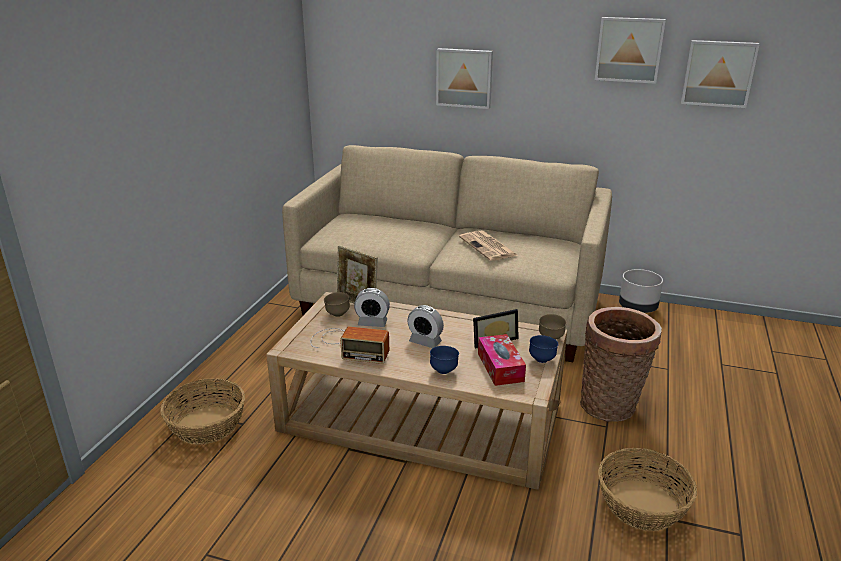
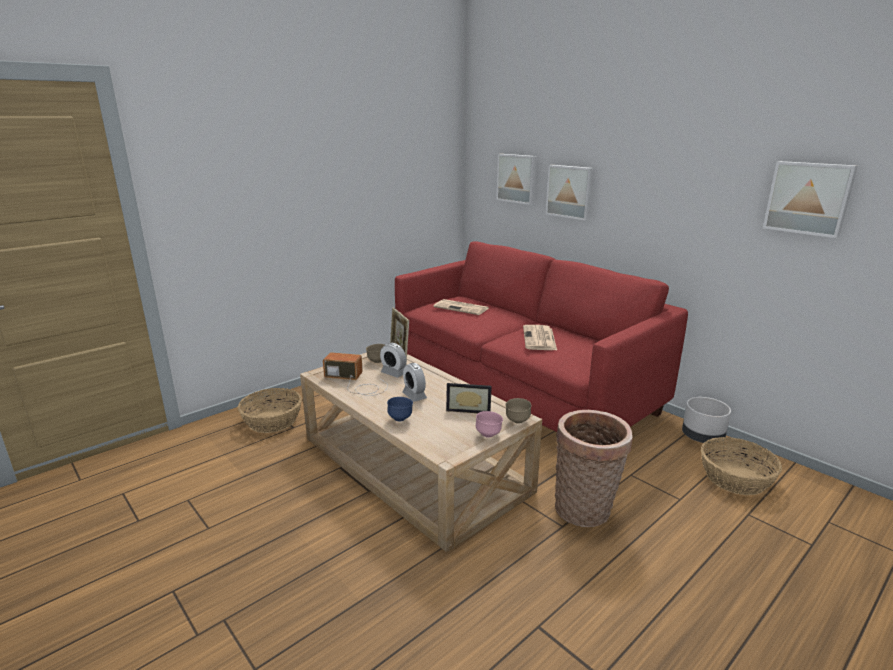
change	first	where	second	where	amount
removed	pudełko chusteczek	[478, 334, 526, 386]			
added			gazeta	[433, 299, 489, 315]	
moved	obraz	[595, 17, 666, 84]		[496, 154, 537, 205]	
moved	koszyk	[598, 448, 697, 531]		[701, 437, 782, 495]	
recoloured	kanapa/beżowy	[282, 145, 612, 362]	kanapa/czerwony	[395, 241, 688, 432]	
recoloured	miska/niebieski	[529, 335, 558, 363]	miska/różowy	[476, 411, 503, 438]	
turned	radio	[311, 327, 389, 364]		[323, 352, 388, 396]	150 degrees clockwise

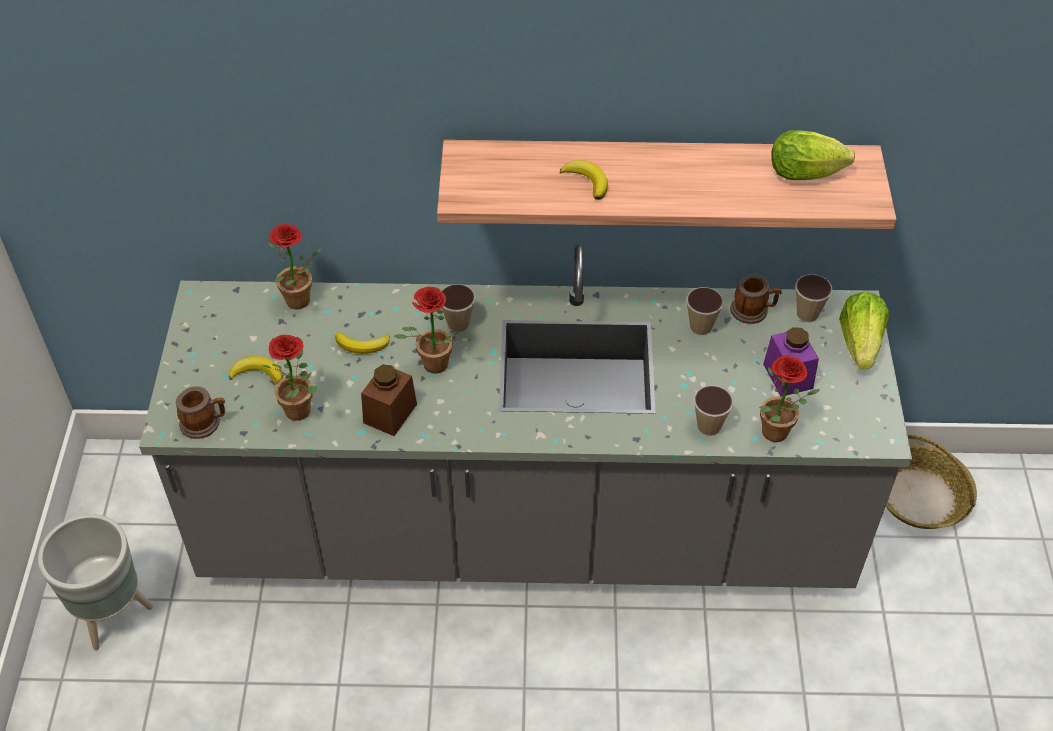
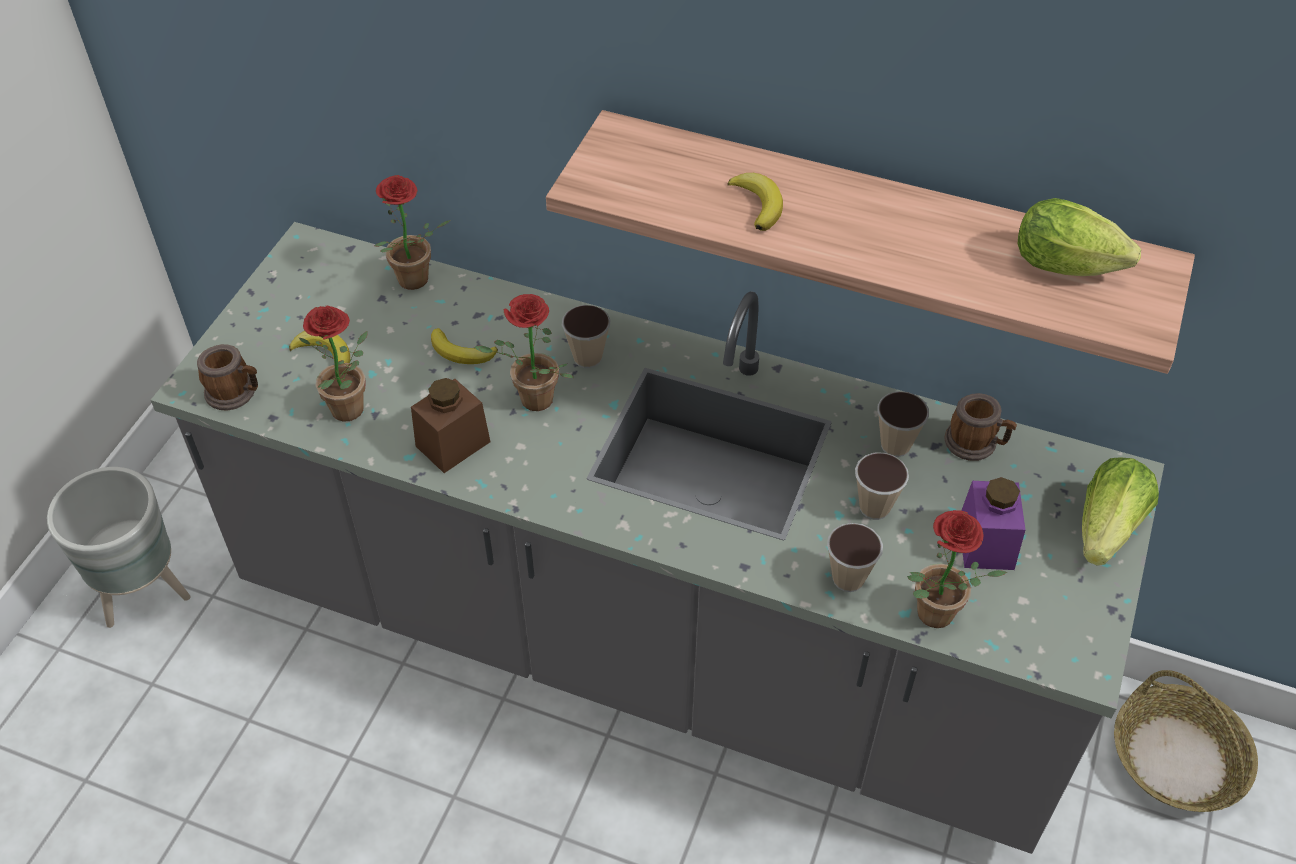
change	first	where	second	where	amount
moved	filiżanka	[795, 274, 832, 322]		[855, 453, 909, 520]	

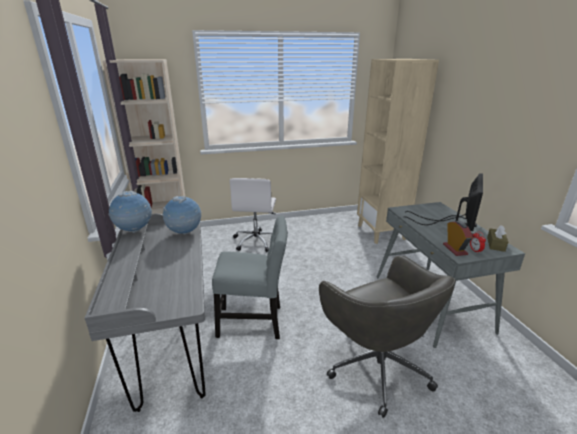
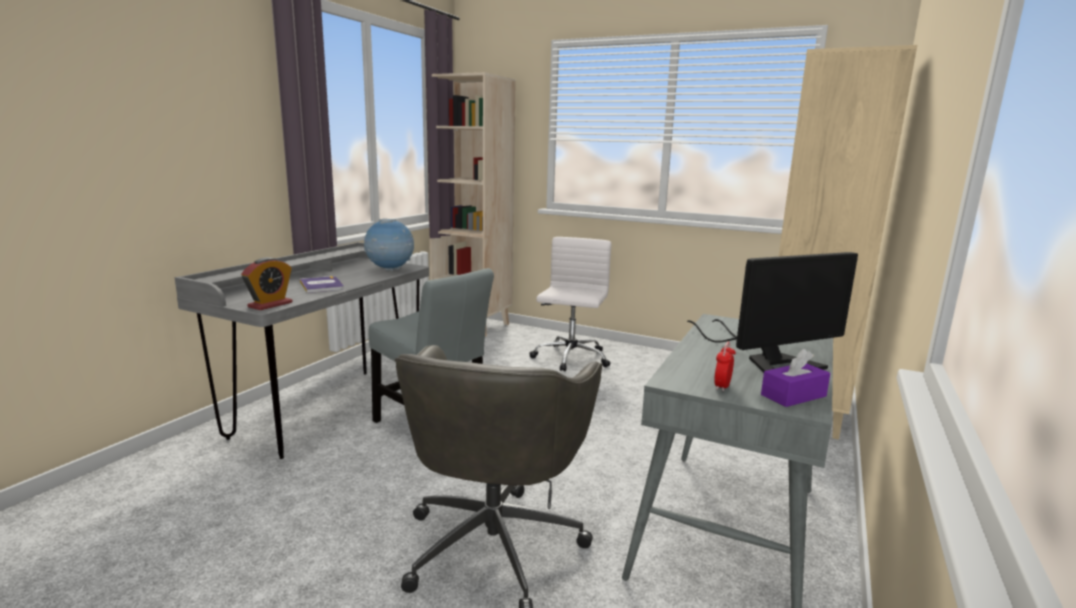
change	first	where	second	where	amount
removed	globus	[108, 191, 152, 233]			
added			książka	[300, 276, 344, 293]	
moved	budzik	[443, 221, 473, 256]		[241, 257, 293, 310]	
recoloured	pudełko chusteczek/brązowy	[487, 225, 508, 252]	pudełko chusteczek/fioletowy	[761, 349, 830, 407]	
turned	krzesło biurowe/biały	[230, 178, 276, 252]		[529, 237, 612, 371]	150 degrees clockwise

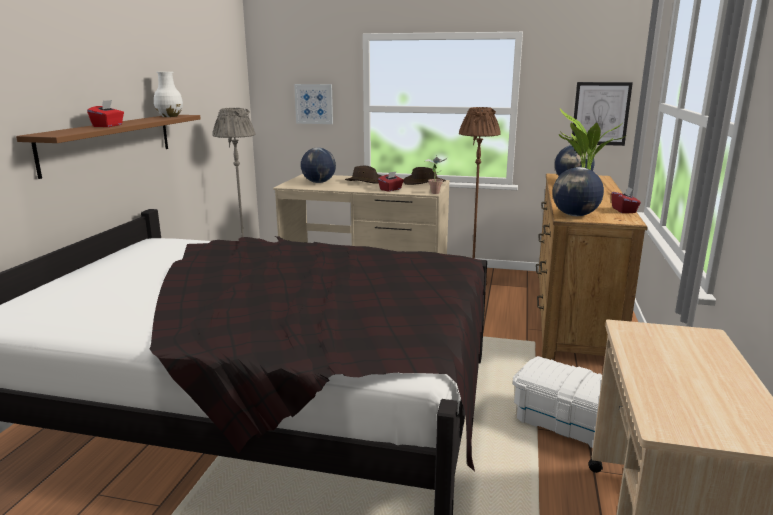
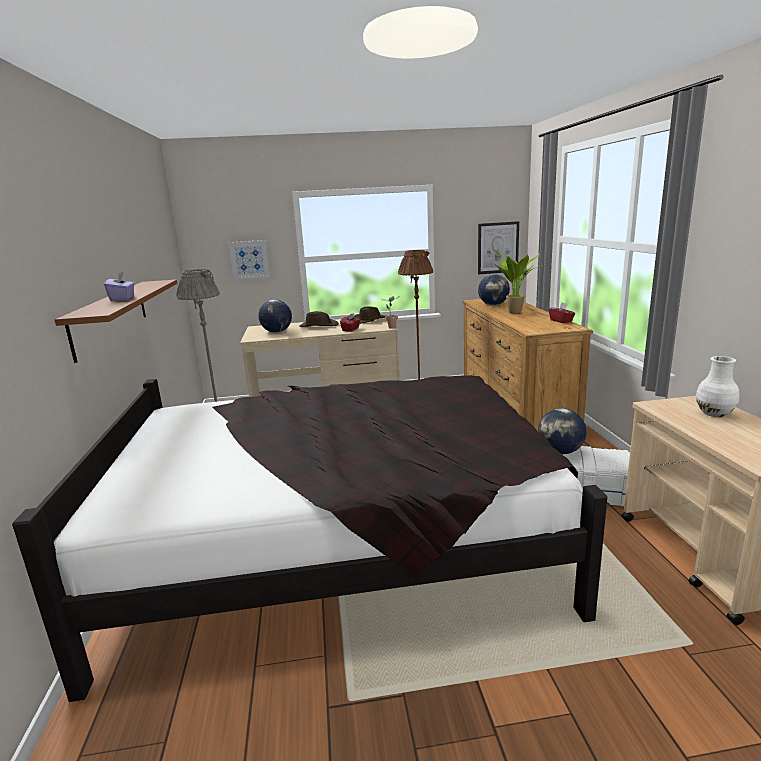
change	first	where	second	where	amount
moved	wazon/biały	[154, 72, 183, 117]		[696, 356, 739, 417]	
moved	globus	[553, 167, 604, 216]		[538, 408, 586, 454]	
recoloured	pudełko chusteczek/czerwony	[87, 100, 124, 127]	pudełko chusteczek/fioletowy	[104, 272, 135, 301]	

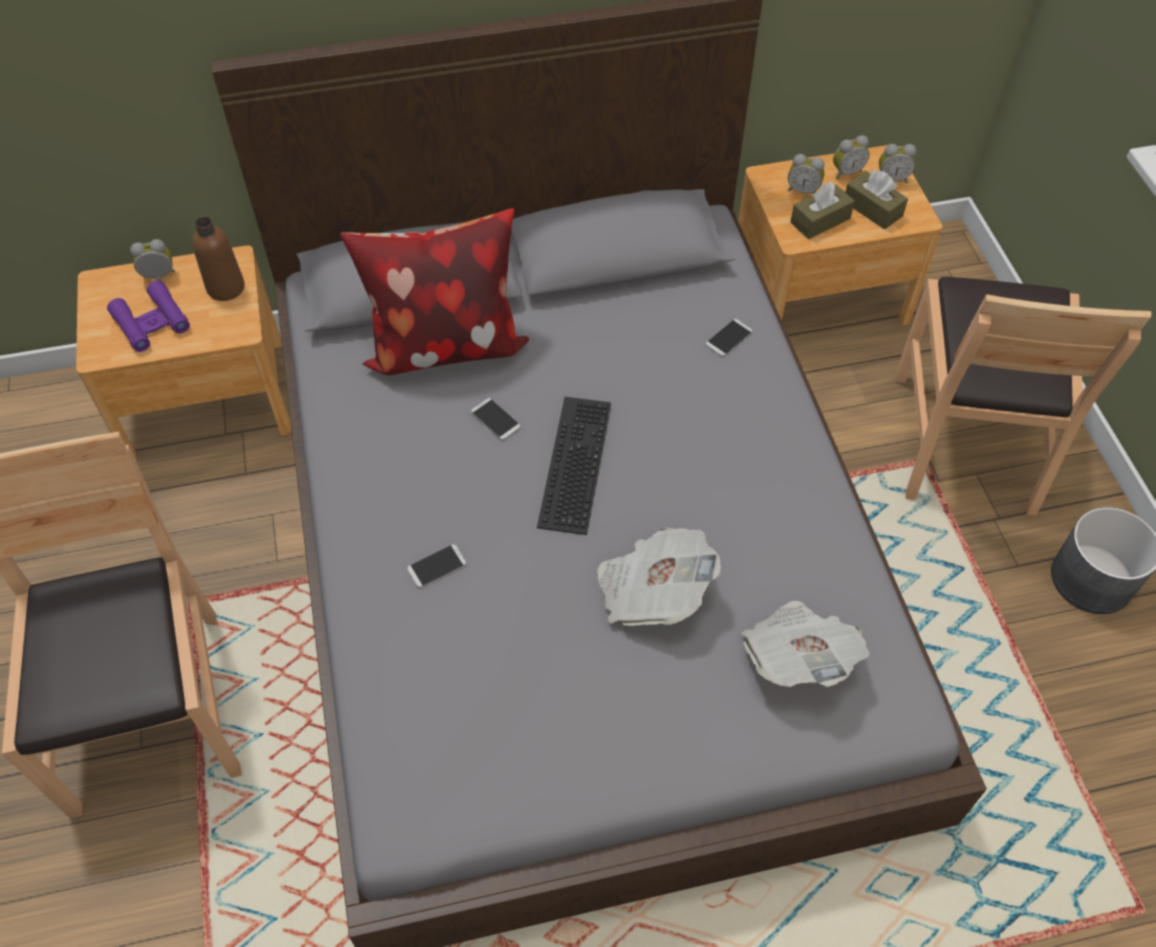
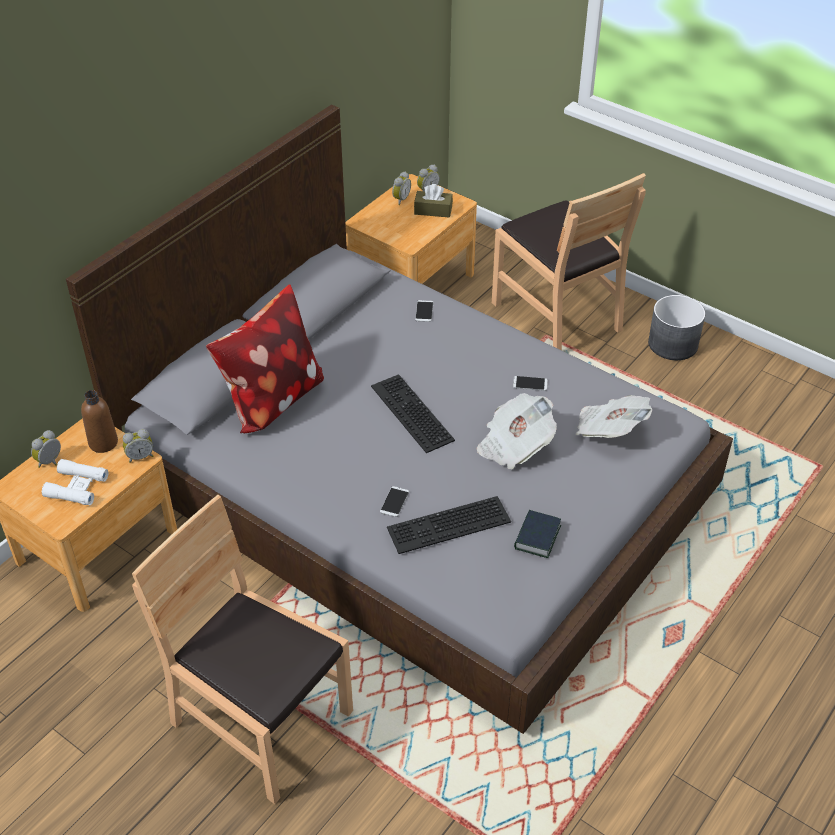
change	first	where	second	where	amount
removed	pudełko chusteczek/brązowy	[790, 182, 855, 239]			
added			klawiatura	[387, 496, 511, 554]	
added			książka	[514, 510, 561, 558]	
moved	telefon	[471, 398, 521, 440]		[513, 376, 548, 391]	
moved	budzik	[788, 154, 825, 194]		[123, 429, 153, 463]	
recoloured	lornetka/fioletowy	[107, 281, 190, 352]	lornetka/biały	[42, 459, 108, 505]	

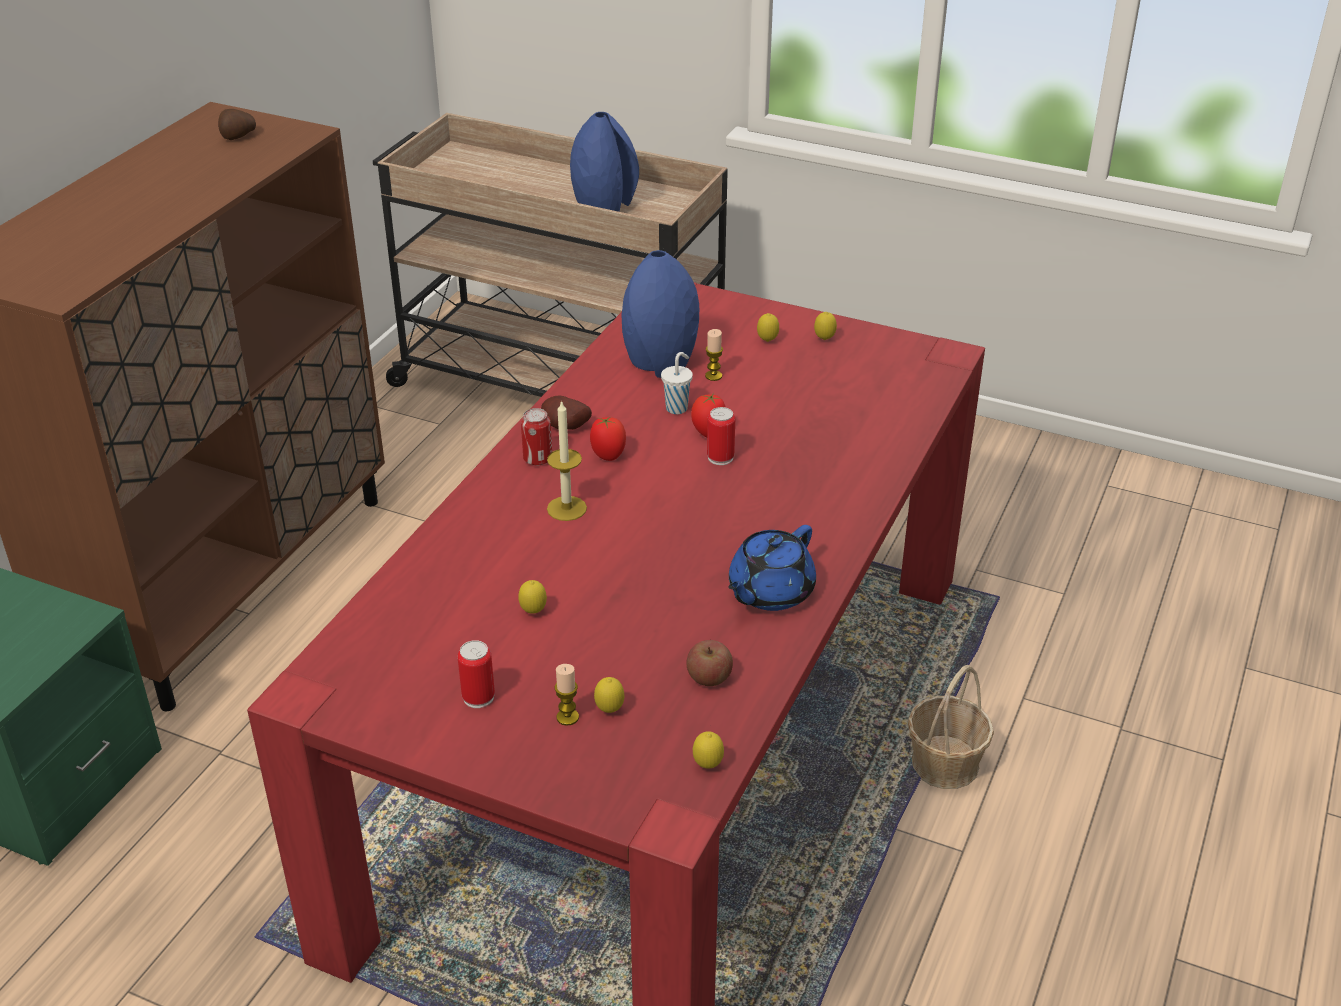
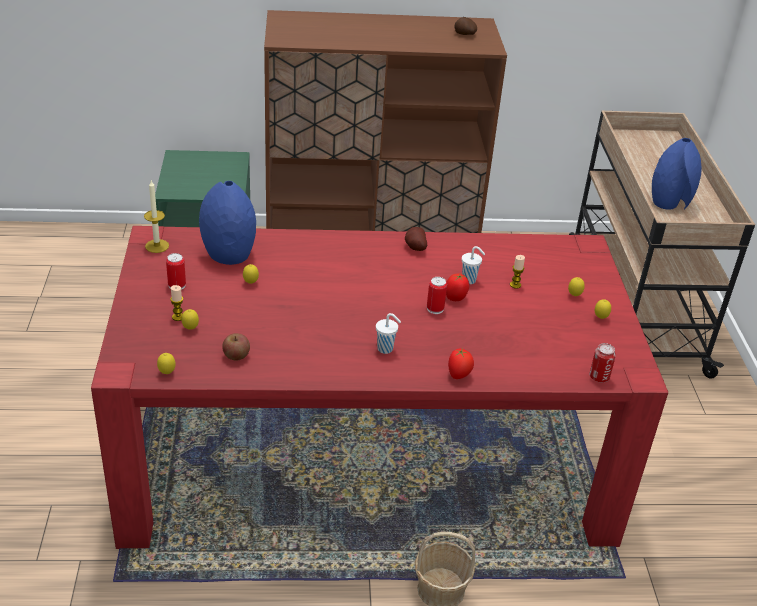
change	first	where	second	where	amount
removed	imbryk/niebieski	[728, 525, 816, 611]			
added			filiżanka/biały	[376, 313, 401, 354]	
moved	puszka	[521, 408, 552, 465]		[589, 343, 616, 382]	
moved	świeca	[547, 400, 587, 521]		[144, 181, 169, 253]	
moved	pomidor	[590, 417, 626, 461]		[448, 348, 474, 379]	
moved	wazon/niebieski	[621, 250, 699, 378]		[199, 181, 256, 265]	

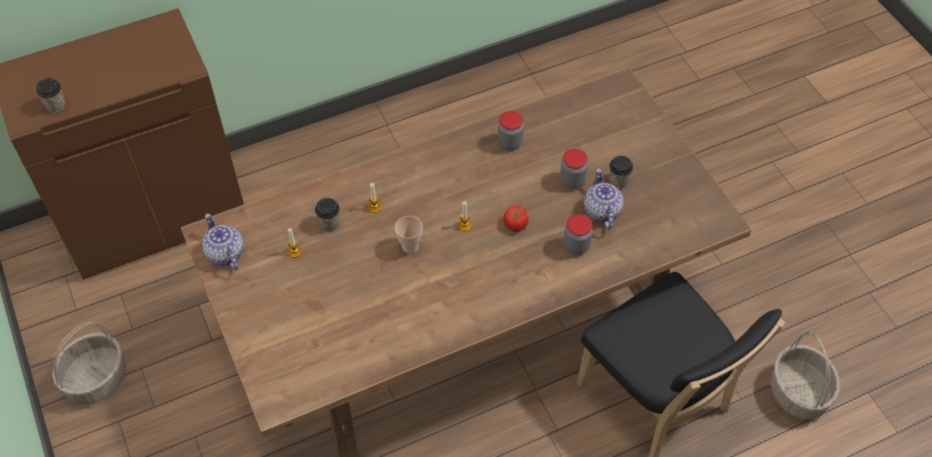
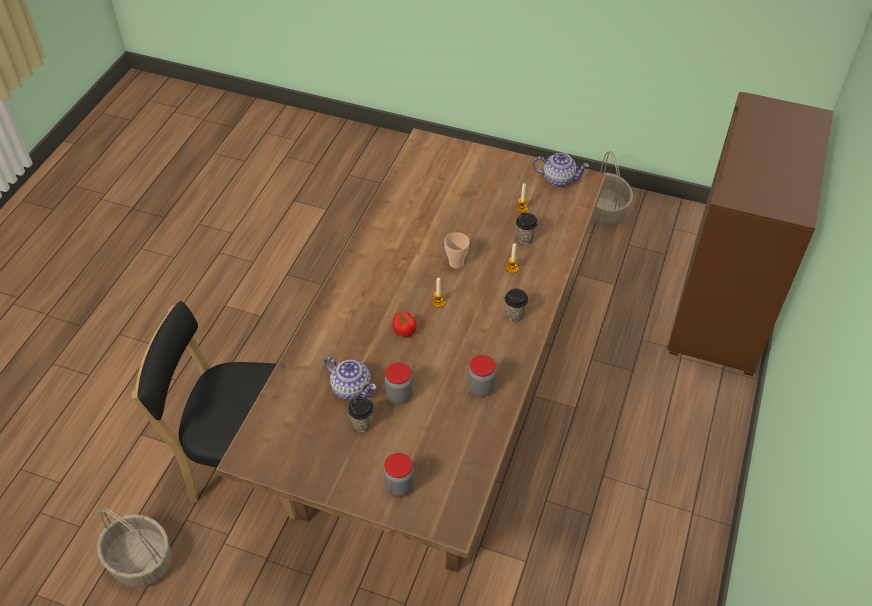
change	first	where	second	where	amount
moved	filiżanka	[36, 78, 65, 113]		[505, 289, 528, 322]	
moved	słoik	[564, 214, 593, 255]		[384, 453, 414, 497]	

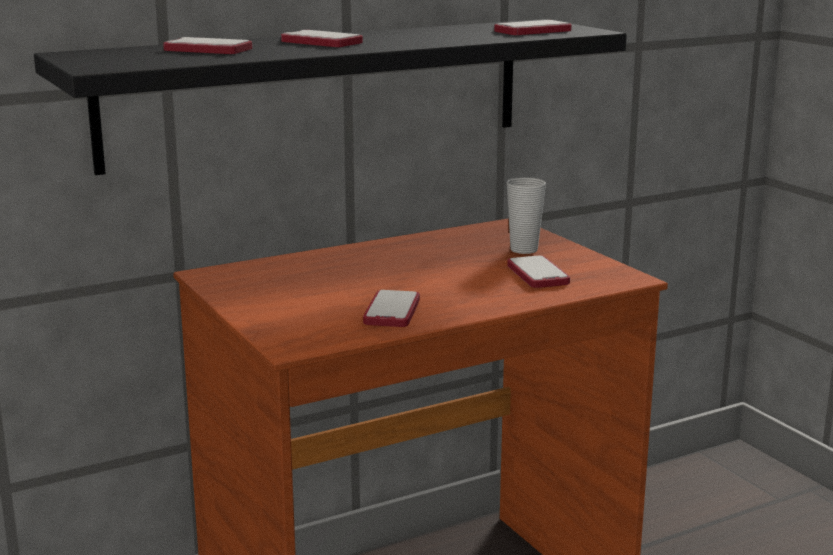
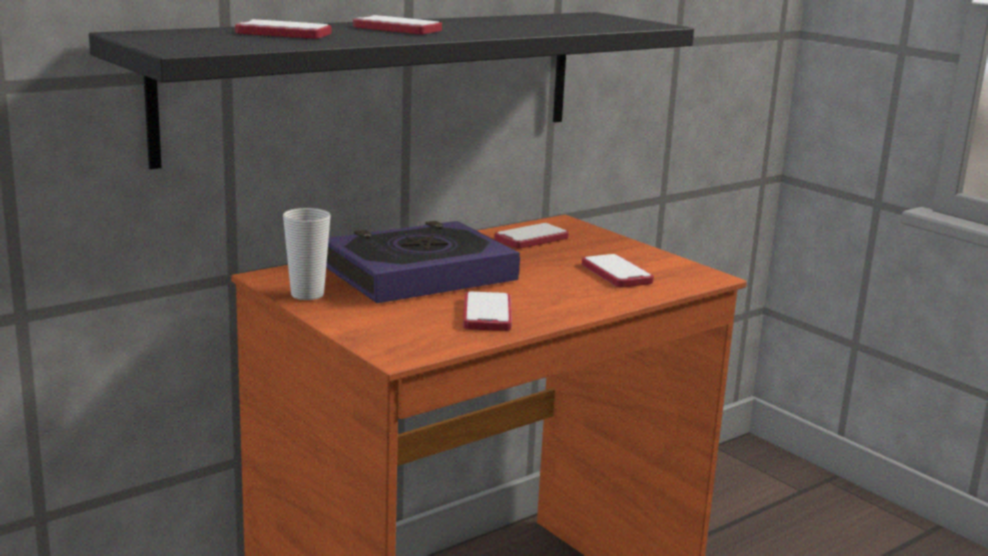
change	first	where	second	where	amount
added			książka	[326, 221, 520, 303]	
moved	telefon	[494, 20, 572, 35]		[494, 223, 569, 249]	
moved	filiżanka	[507, 177, 546, 254]		[283, 208, 331, 300]	

